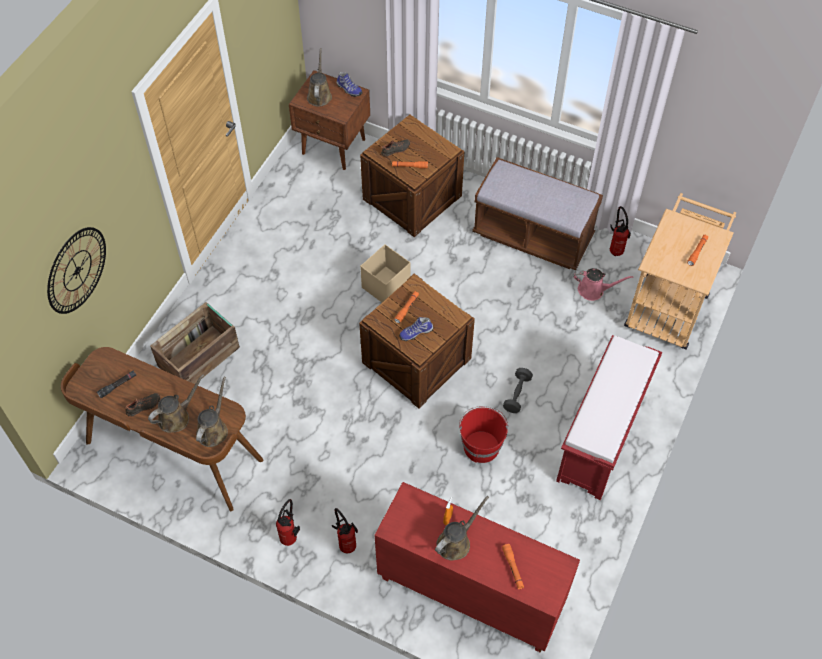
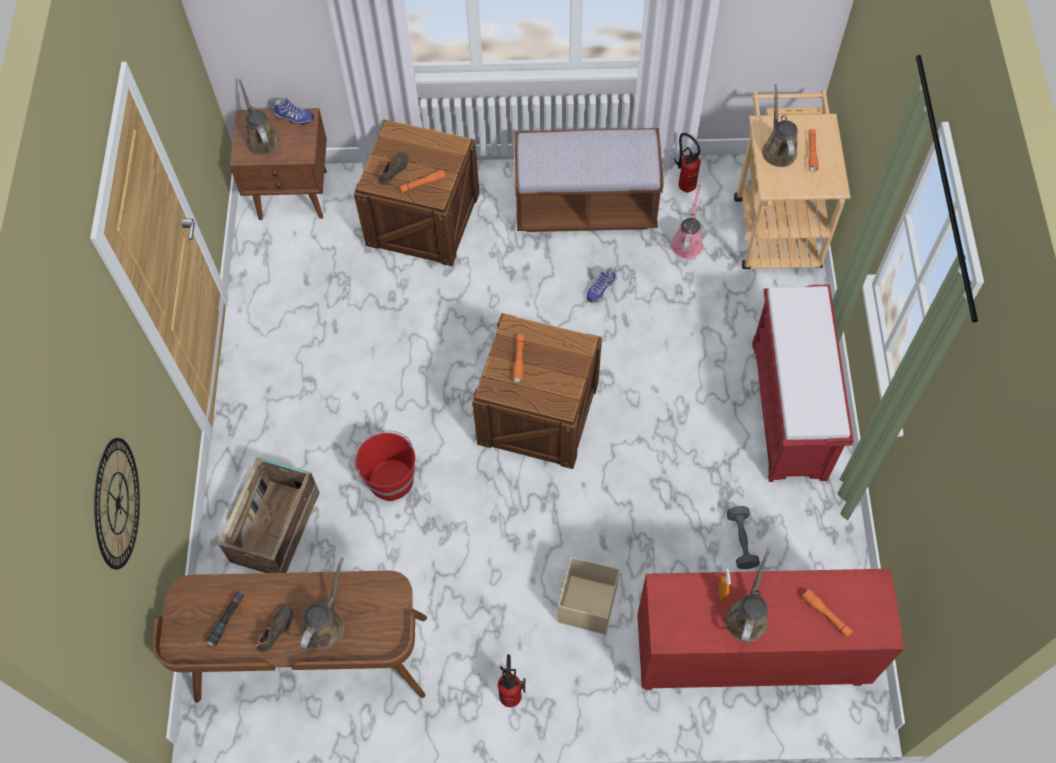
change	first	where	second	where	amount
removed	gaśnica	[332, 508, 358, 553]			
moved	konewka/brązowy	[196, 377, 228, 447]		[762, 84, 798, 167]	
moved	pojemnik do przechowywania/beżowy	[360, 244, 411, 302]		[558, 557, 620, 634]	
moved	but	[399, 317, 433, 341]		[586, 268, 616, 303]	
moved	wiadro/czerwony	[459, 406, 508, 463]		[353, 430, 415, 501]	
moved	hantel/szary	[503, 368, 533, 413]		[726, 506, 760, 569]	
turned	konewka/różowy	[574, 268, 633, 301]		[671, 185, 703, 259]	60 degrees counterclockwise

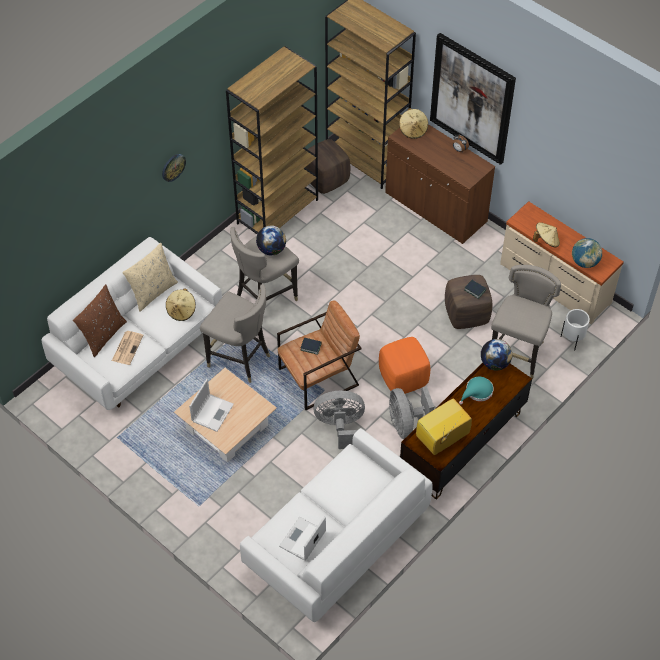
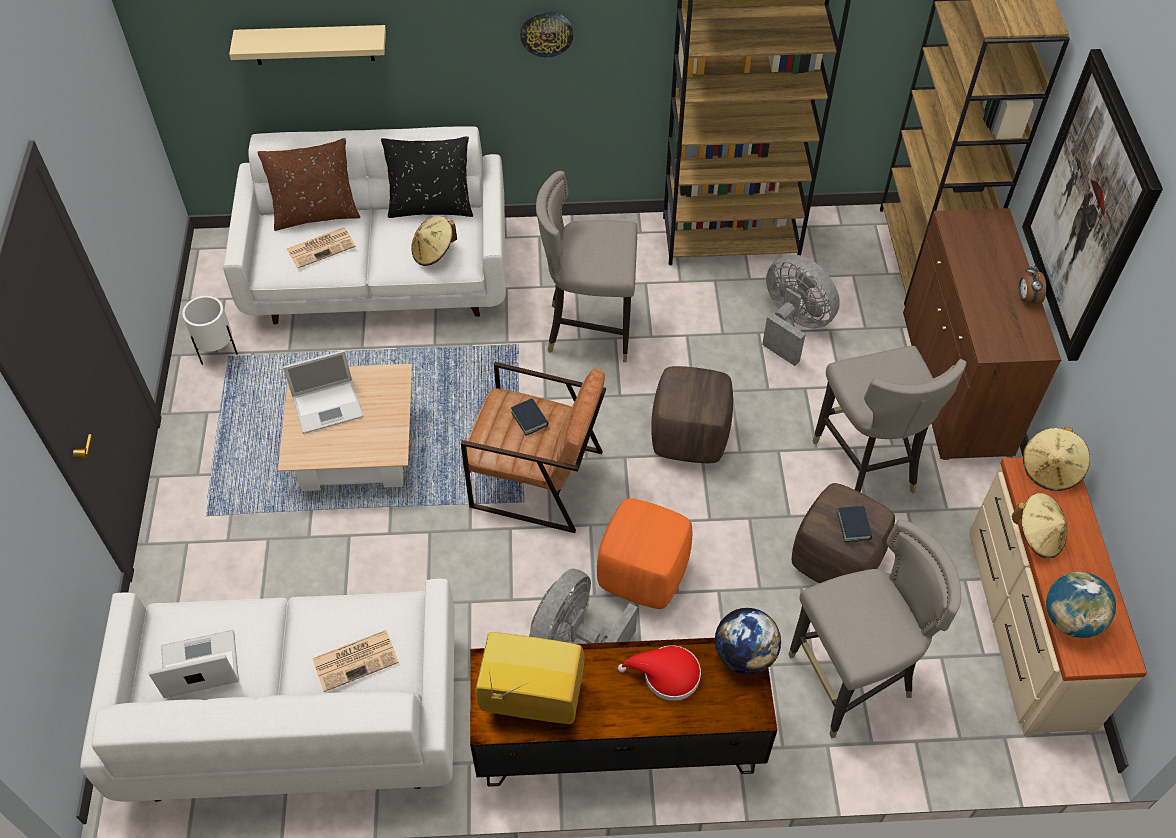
change	first	where	second	where	amount
removed	globus	[256, 225, 286, 255]			
added			półka/beżowy	[229, 25, 386, 65]	
added			gazeta	[312, 630, 399, 692]	
moved	stołek/szary	[200, 284, 270, 383]		[812, 346, 967, 494]	
moved	pufa/brązowy	[305, 139, 350, 194]		[651, 366, 733, 463]	
moved	wentylator/szary	[313, 391, 365, 449]		[762, 254, 840, 366]	
moved	kapelusz/beżowy	[399, 108, 428, 139]		[1023, 427, 1090, 491]	
moved	donica/biały	[561, 309, 590, 351]		[182, 296, 238, 365]	
recoloured	poduszka/beżowy	[123, 243, 178, 311]	poduszka/czarny	[381, 136, 473, 218]	
recoloured	kapelusz/turkusowy	[459, 377, 494, 404]	kapelusz/czerwony	[618, 645, 701, 701]	

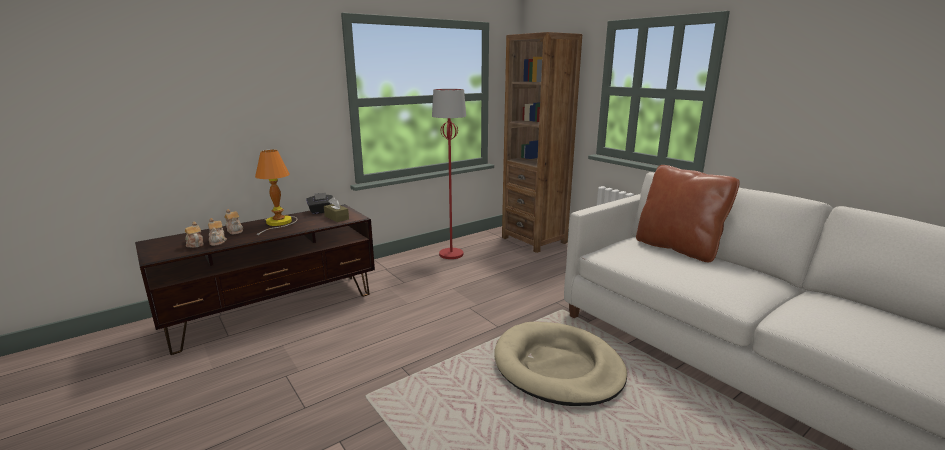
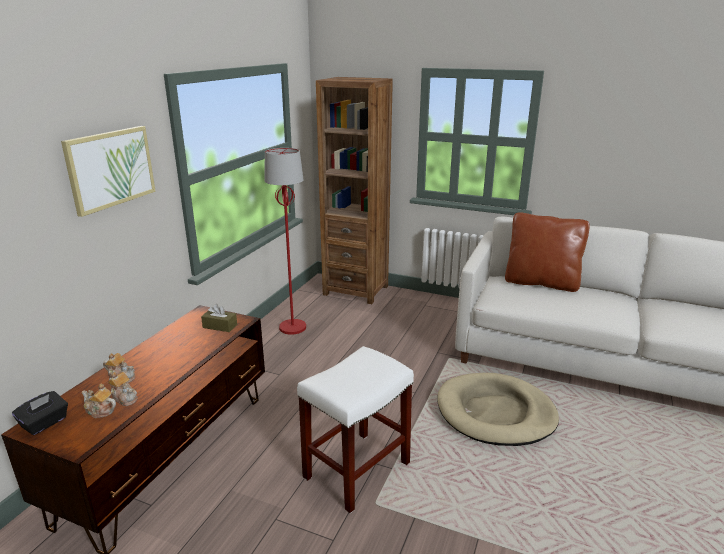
change	first	where	second	where	amount
removed	lampa stołowa	[255, 150, 297, 235]			
added			obraz	[61, 126, 156, 217]	
added			stołek/biały	[297, 346, 414, 513]	
moved	pudełko chusteczek/czarny	[306, 193, 333, 214]		[12, 391, 68, 435]	

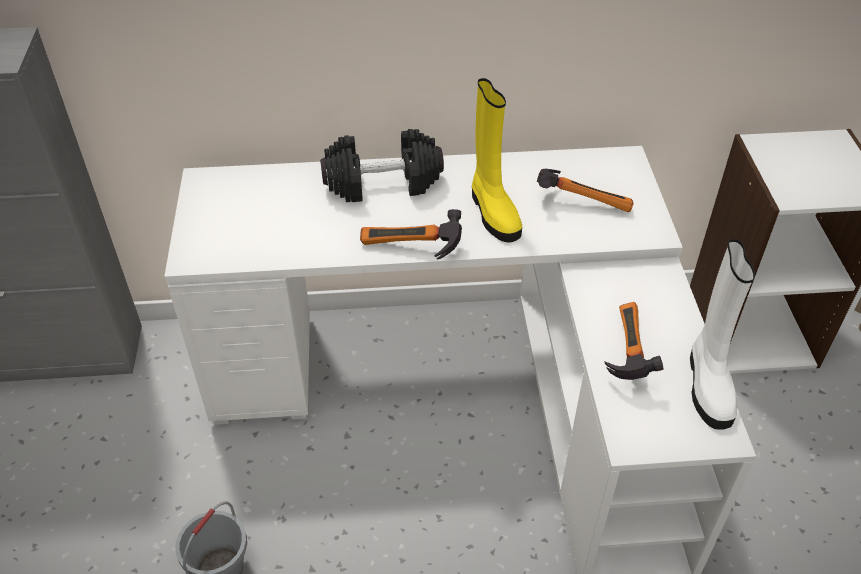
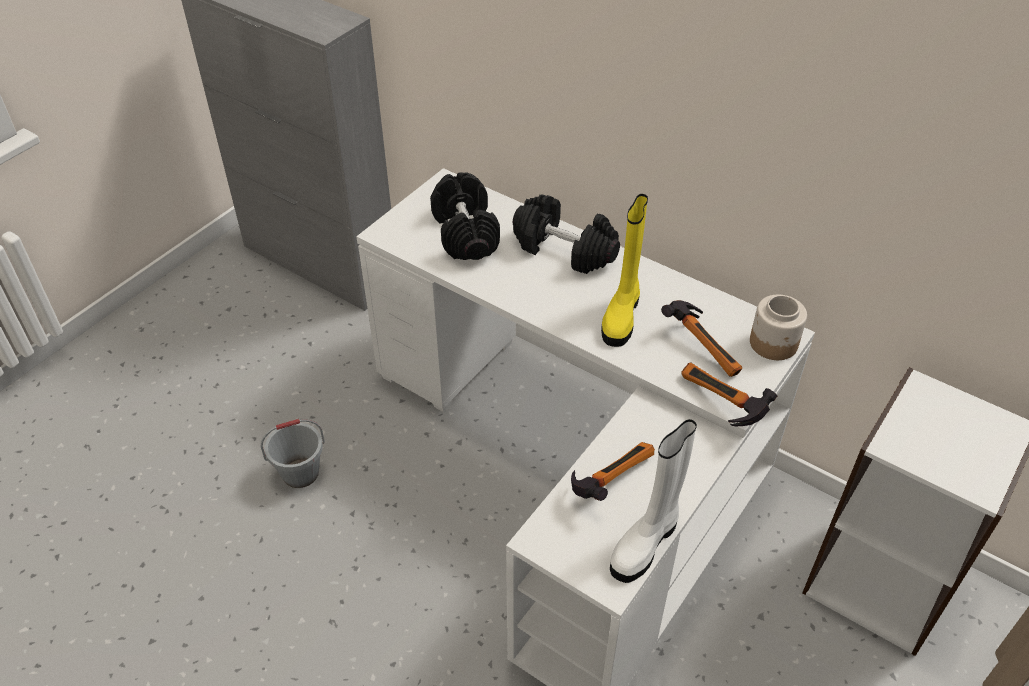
change	first	where	second	where	amount
added			hantel/czarny	[430, 172, 500, 260]	
added			słoik	[750, 295, 807, 360]	
moved	młotek	[360, 209, 462, 260]		[681, 362, 777, 426]	

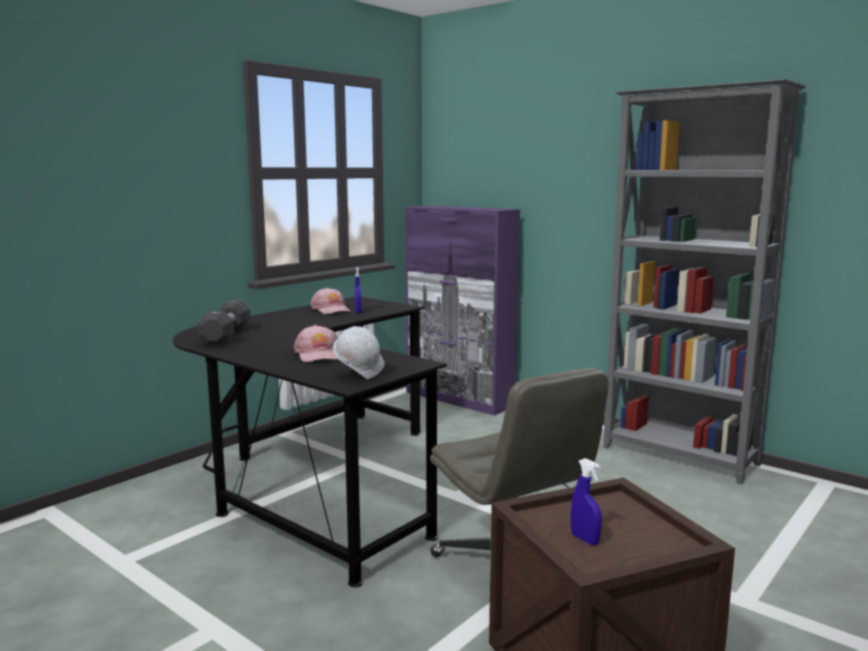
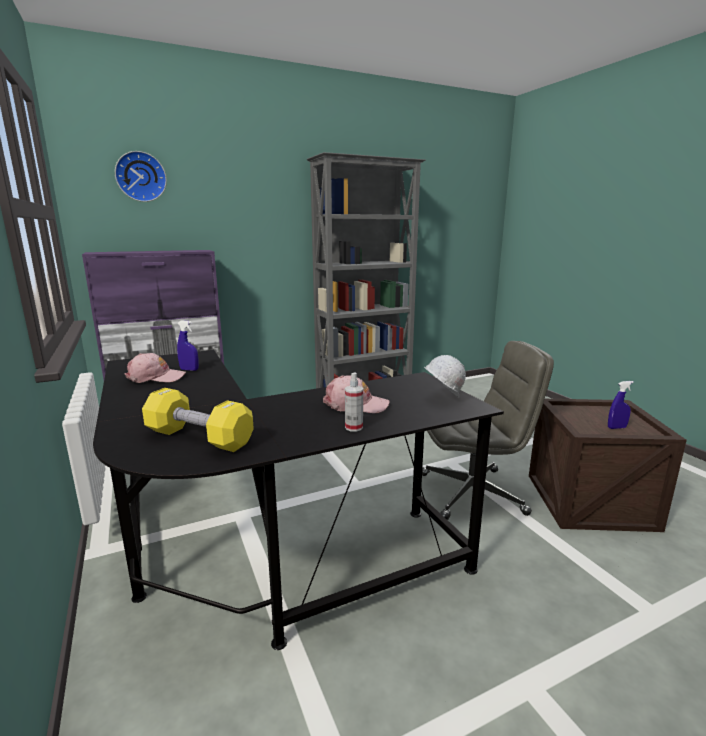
change	first	where	second	where	amount
added			zegar ścienny	[115, 151, 167, 202]	
added			spryskiwacz	[345, 372, 363, 431]	
recoloured	hantel/czarny	[197, 300, 251, 345]	hantel/żółty	[142, 388, 254, 452]	

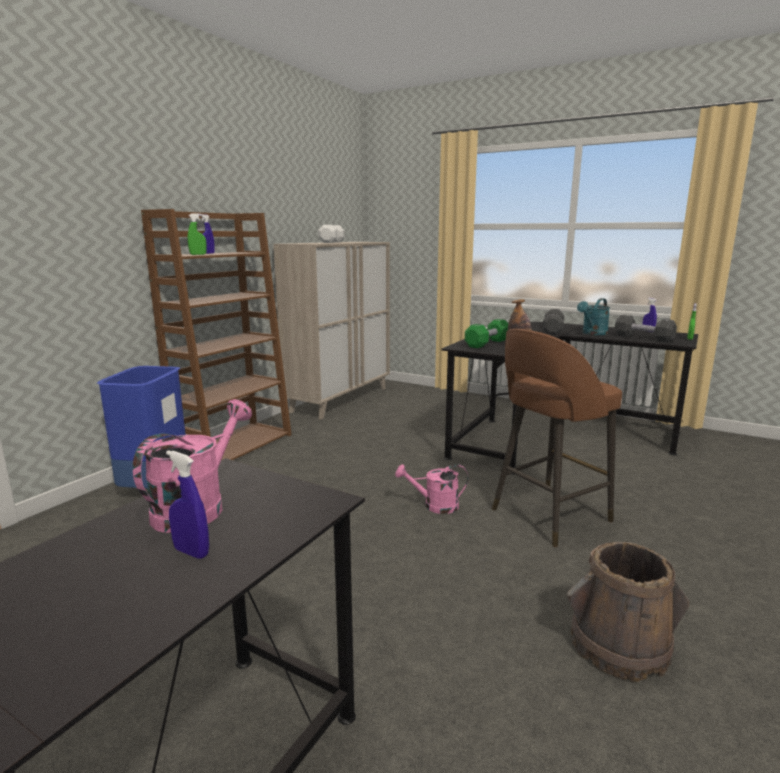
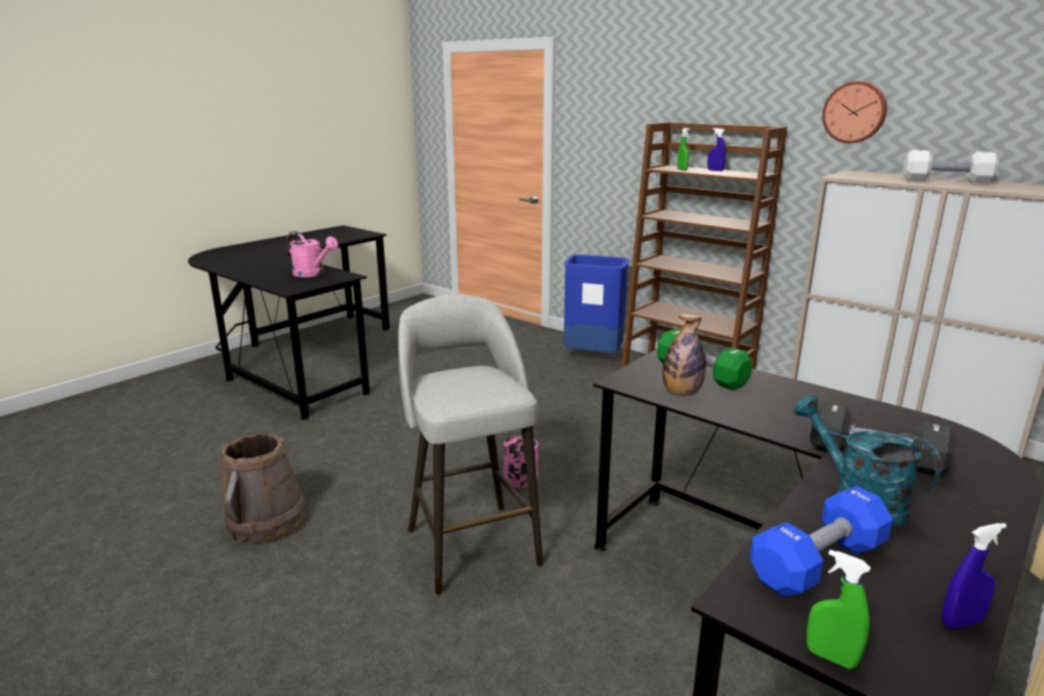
change	first	where	second	where	amount
removed	spryskiwacz/niebieski	[166, 450, 209, 559]			
added			zegar ścienny	[822, 81, 887, 143]	
recoloured	stołek/brązowy	[492, 329, 622, 547]	stołek/szary	[398, 295, 543, 595]	
recoloured	hantel/czarny	[615, 315, 677, 342]	hantel/niebieski	[750, 486, 893, 597]	

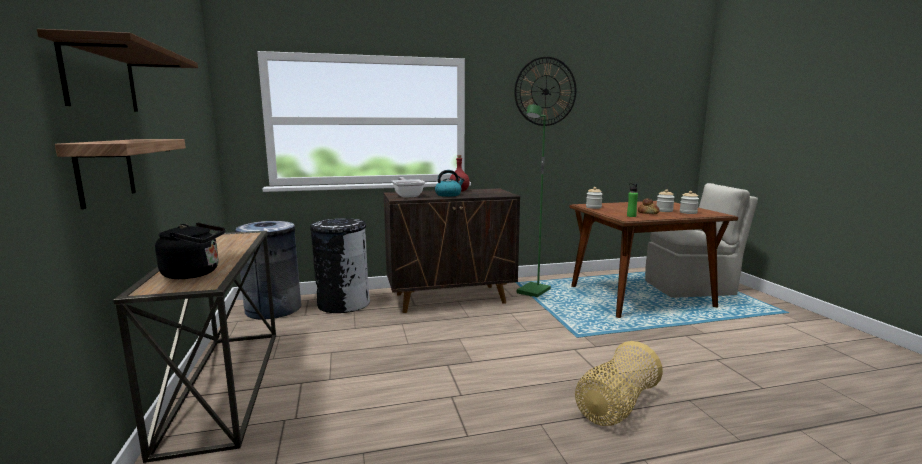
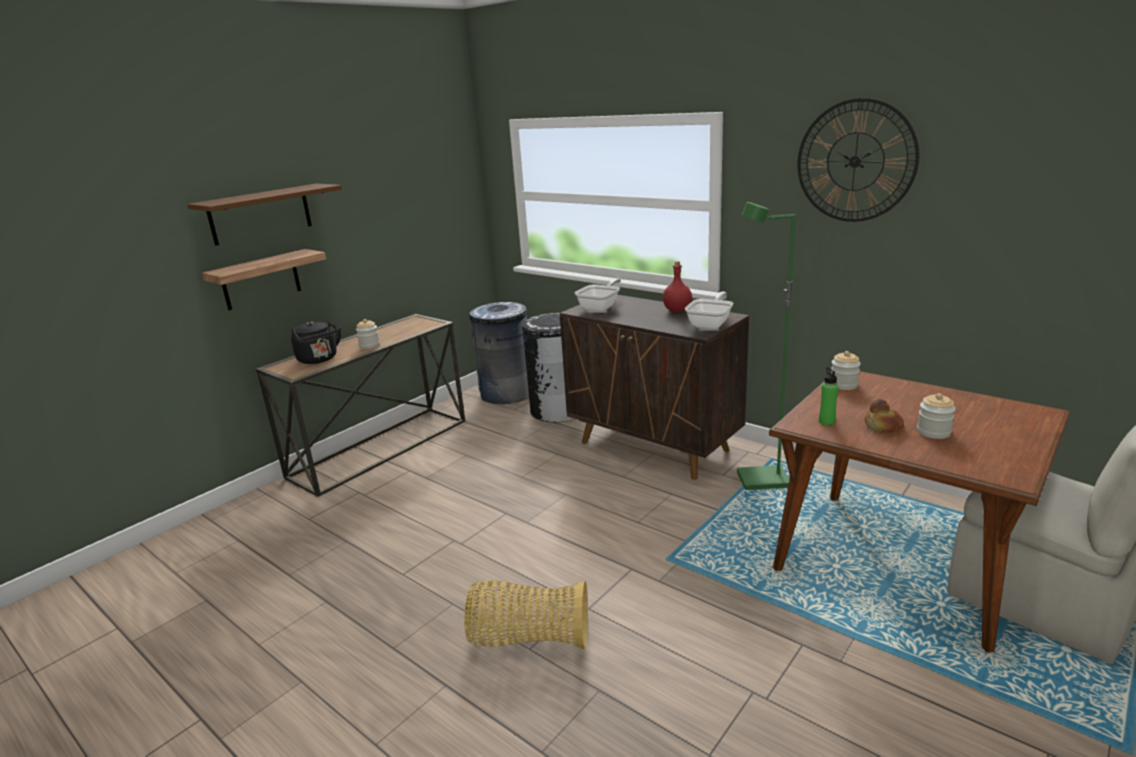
change	first	where	second	where	amount
removed	czajnik	[435, 170, 465, 197]			
added			patelnia	[685, 292, 733, 329]	
moved	słoik	[680, 191, 699, 214]		[356, 319, 380, 349]	

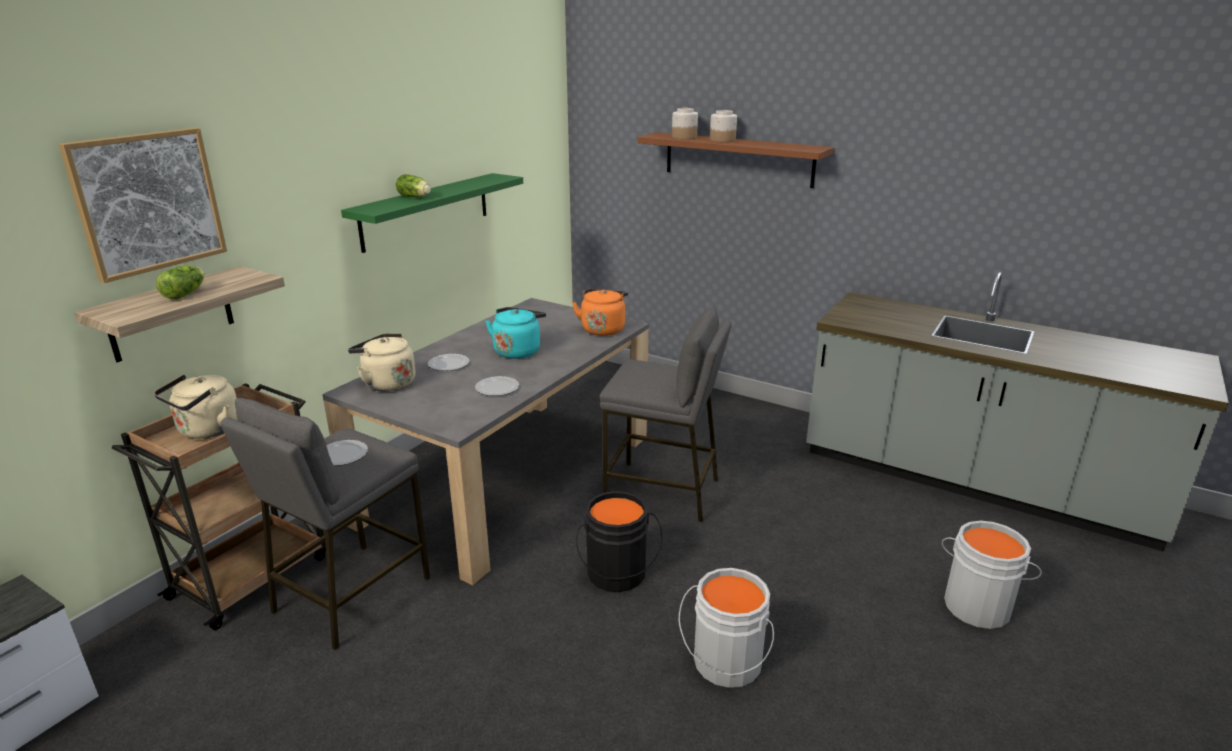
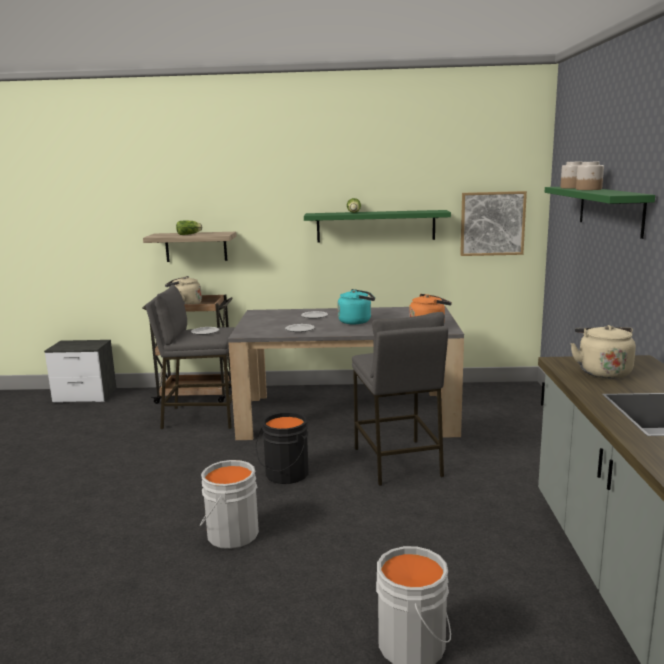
change	first	where	second	where	amount
moved	obraz	[59, 128, 227, 283]		[460, 191, 527, 256]	
moved	czajnik/beżowy	[348, 333, 416, 392]		[570, 325, 636, 378]	
recoloured	półka/brązowy	[637, 132, 834, 188]	półka/zielony	[545, 187, 655, 239]	

